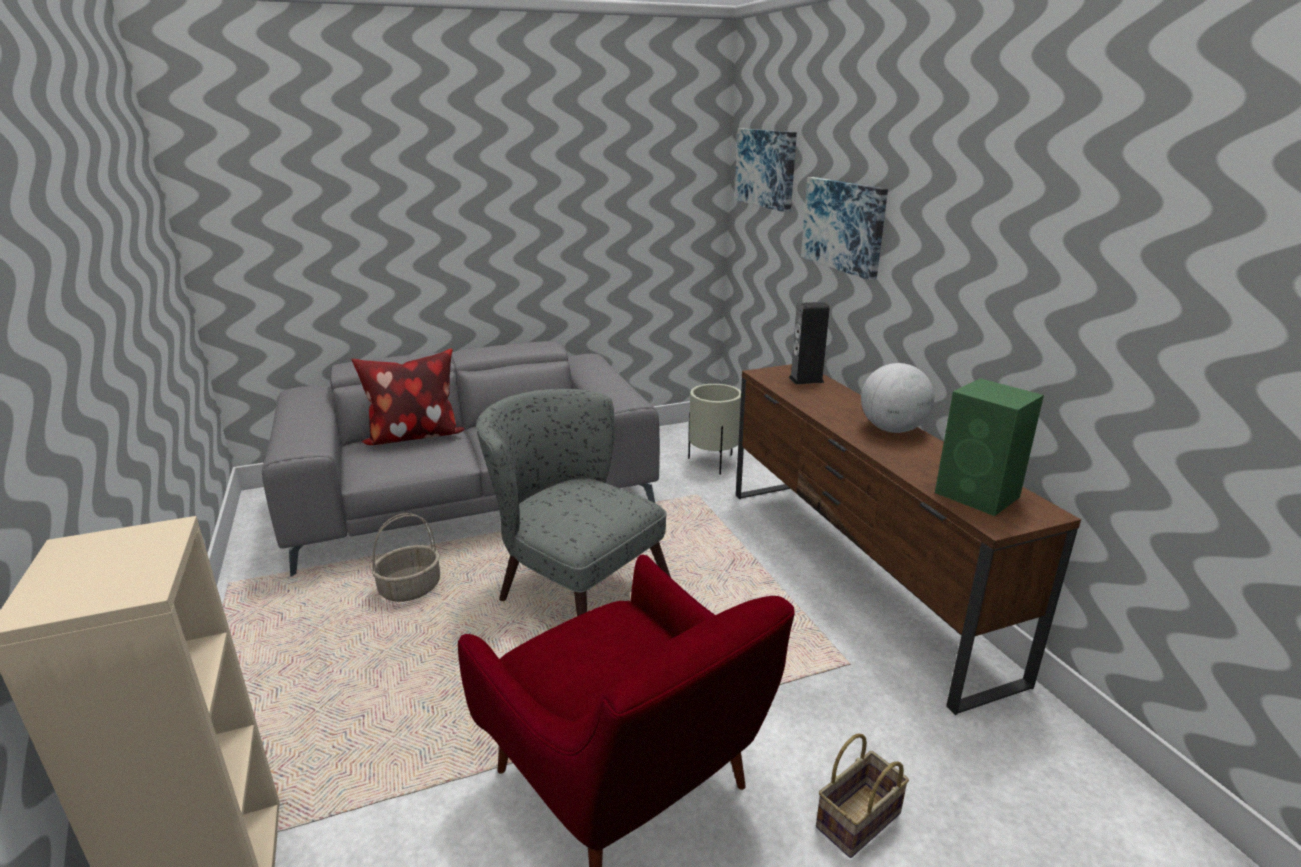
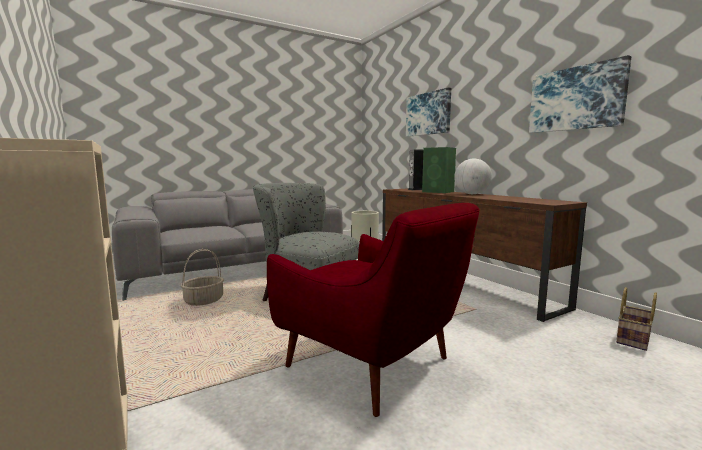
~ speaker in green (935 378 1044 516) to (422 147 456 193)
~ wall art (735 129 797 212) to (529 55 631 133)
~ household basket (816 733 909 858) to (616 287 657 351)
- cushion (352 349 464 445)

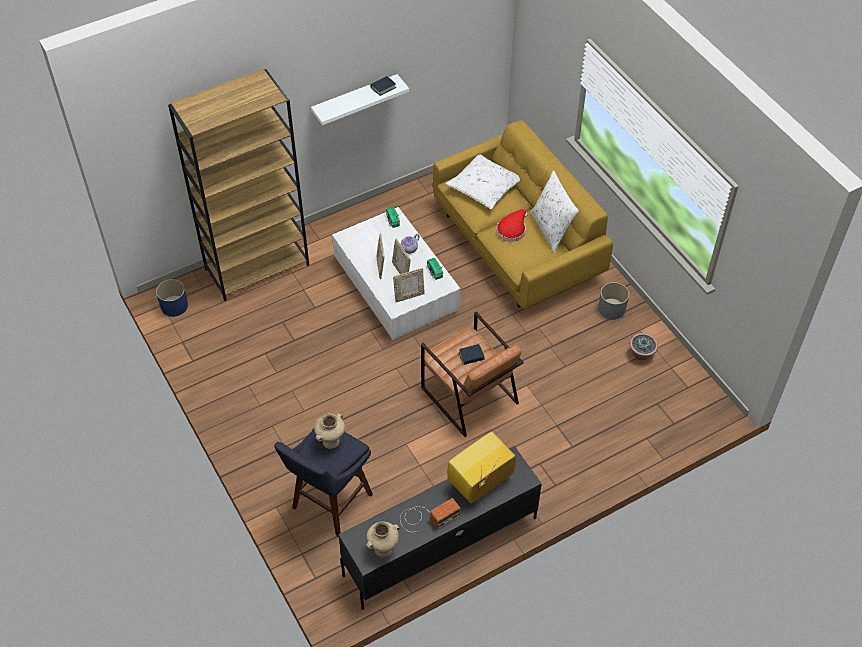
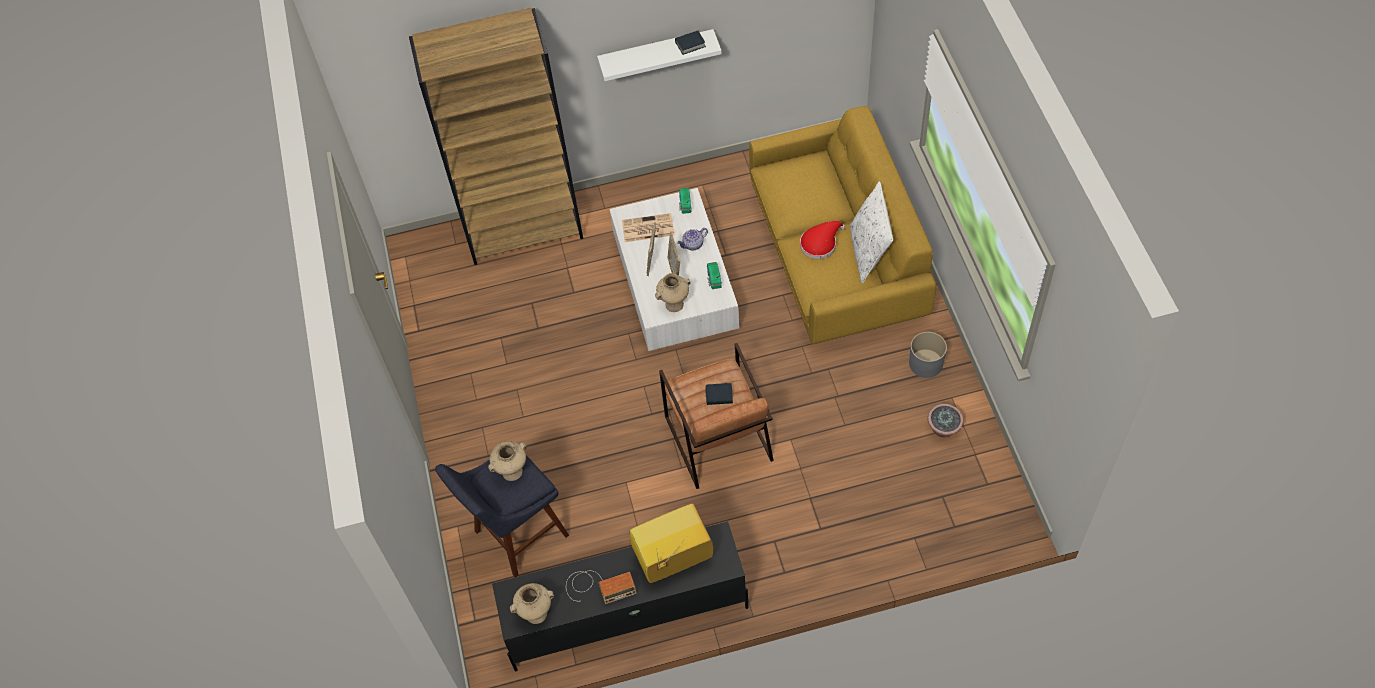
+ newspaper (622 213 675 242)
~ photo frame (393 268 425 302) to decorative vase in beige (655 273 691 312)
- plant pot in bluish (156 279 188 317)
- cushion in white (445 154 520 210)

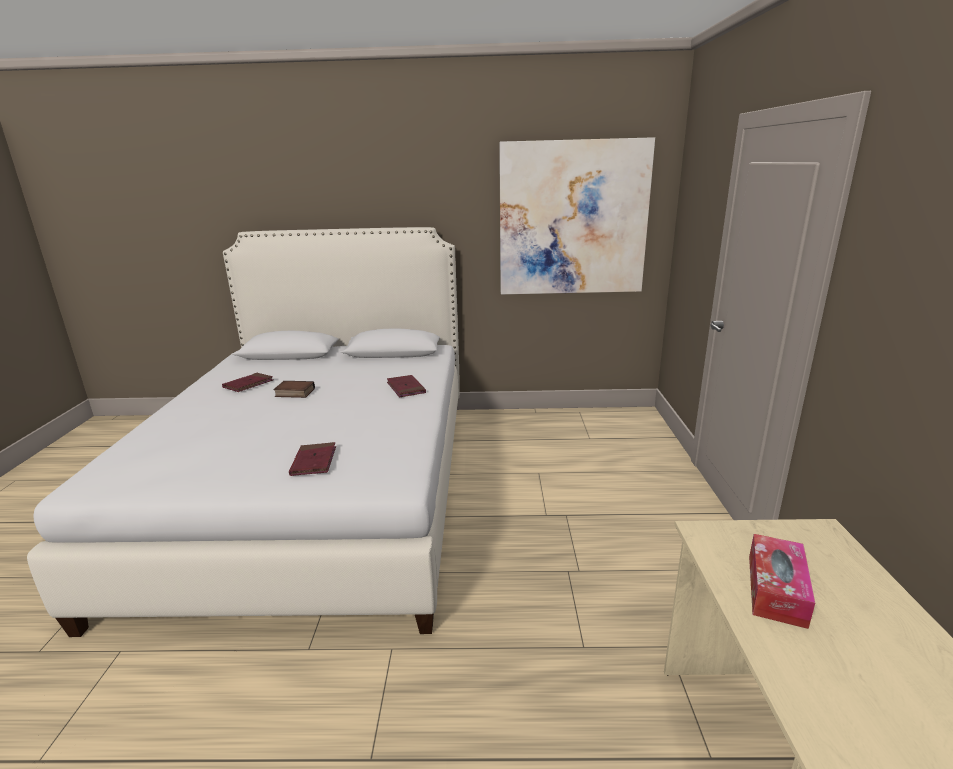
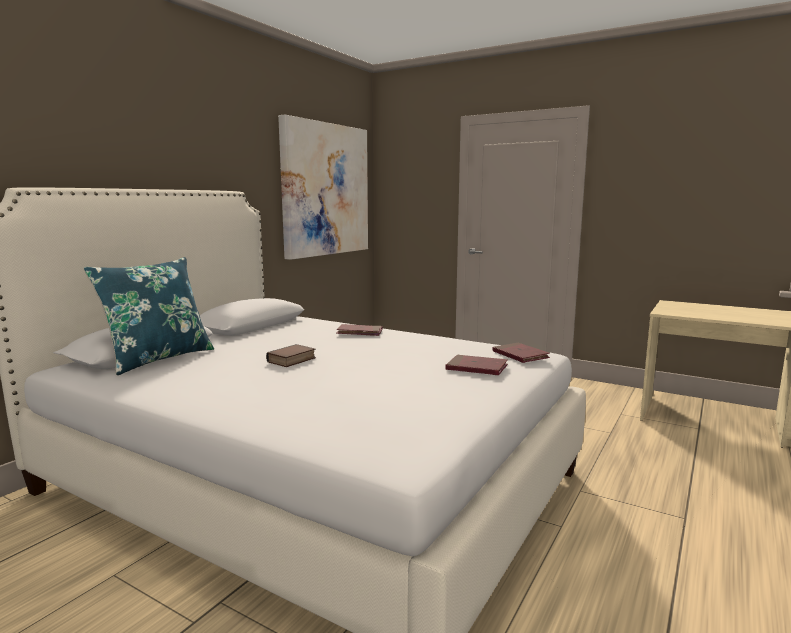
+ cushion in bluish (84 257 214 375)
~ volume in red (222 373 273 392) to (493 343 550 363)
- tissue box (749 534 815 629)

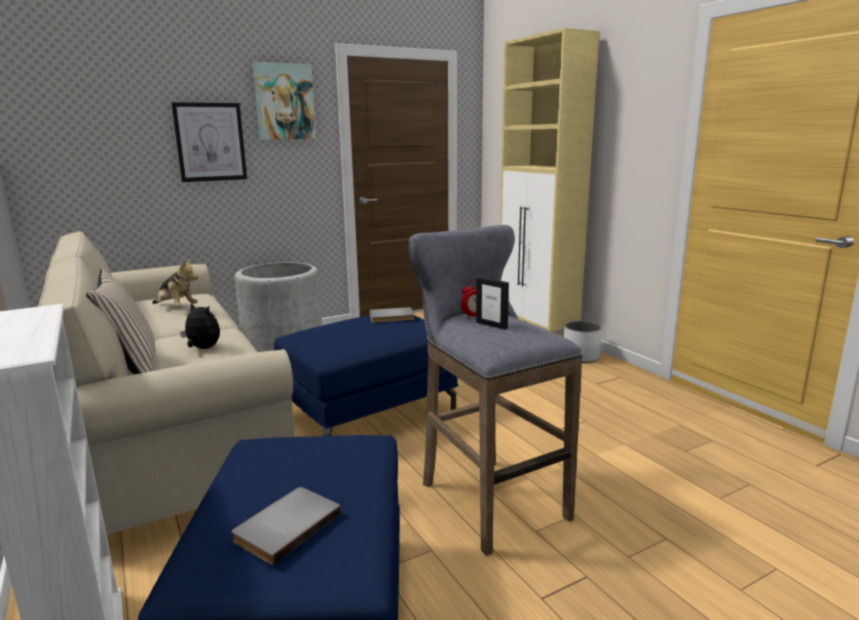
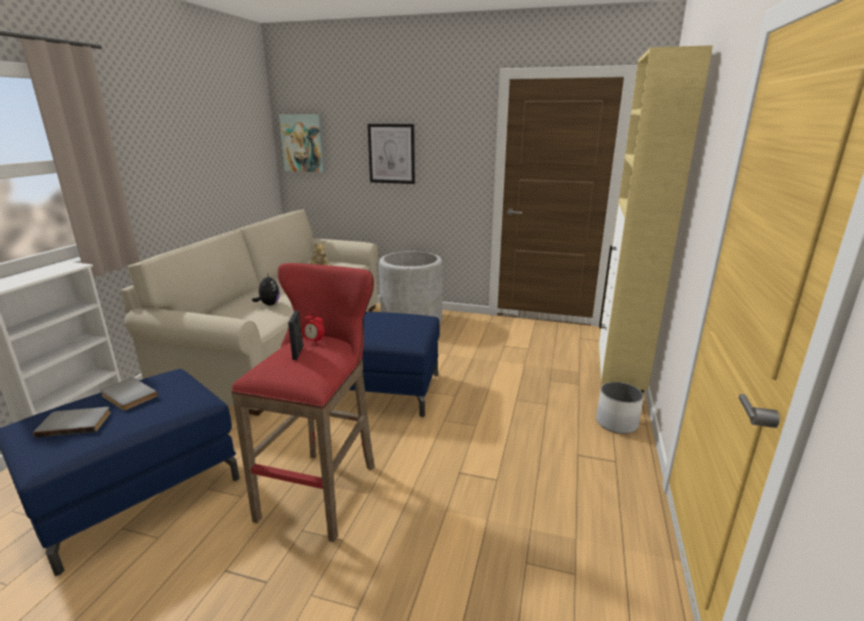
~ volume in gray (369 307 415 323) to (100 377 158 411)
~ stool seat in gray (408 225 583 556) to stool seat in red (231 263 375 542)
~ wall art (252 62 316 140) to (279 114 325 172)
- cushion in beige (86 268 156 374)

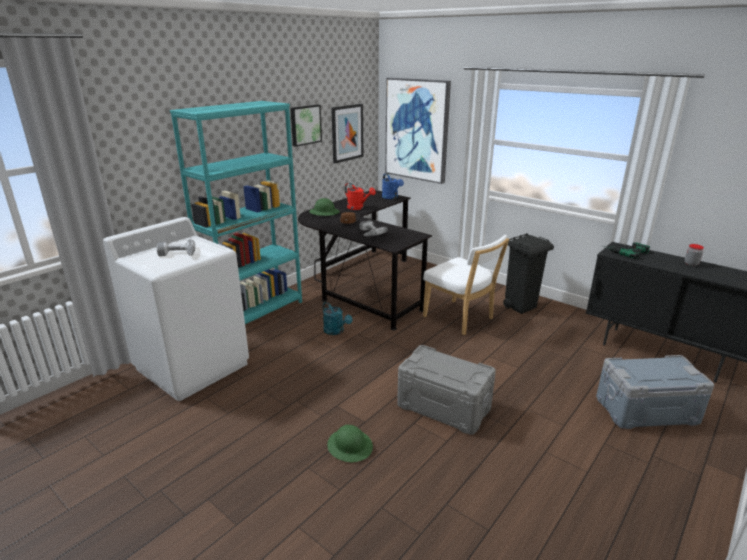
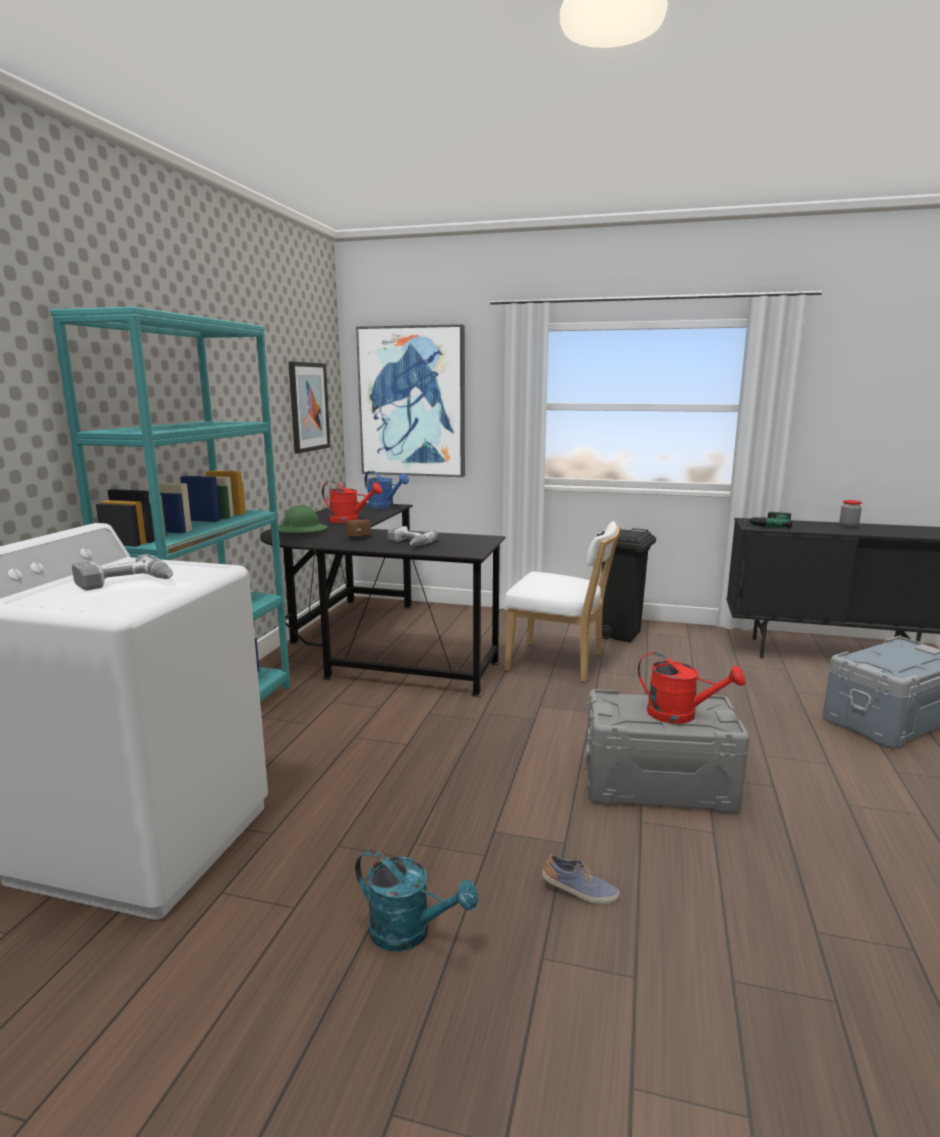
~ sprinkling can in blue-green (323 302 352 335) to (355 850 478 952)
~ hard hat in green (327 425 373 462) to shoe (542 854 620 905)
+ sprinkling can in red (638 652 745 724)
- wall art (290 105 322 147)

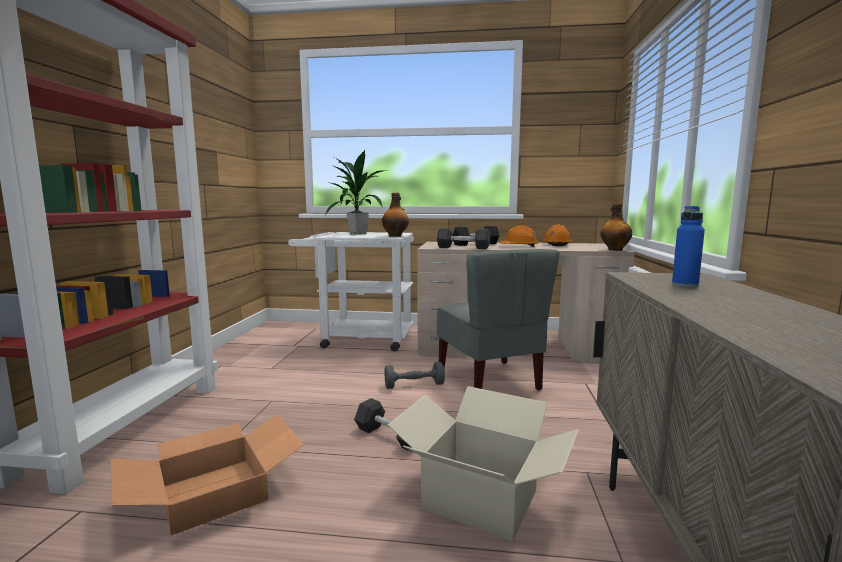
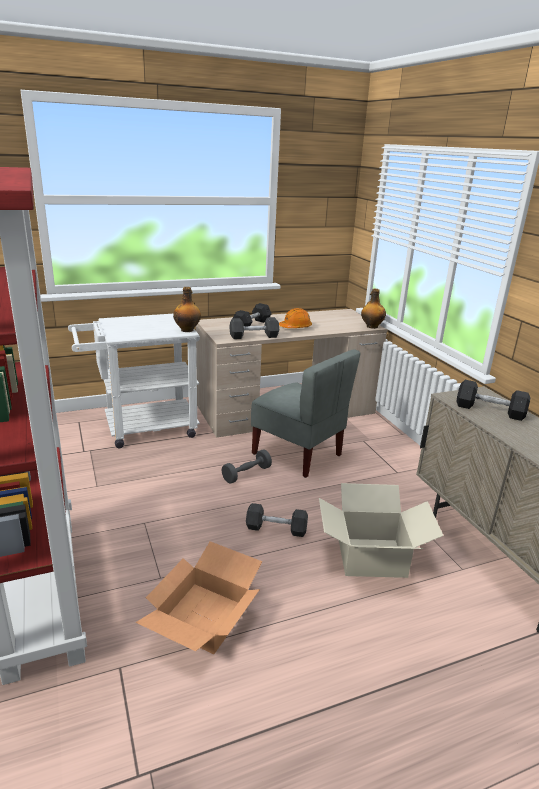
~ bottle in bluish (672 206 705 287) to dumbbell in blackish (456 380 530 421)
- plant in a pot (324 150 385 235)
- hard hat in orange (543 224 572 246)

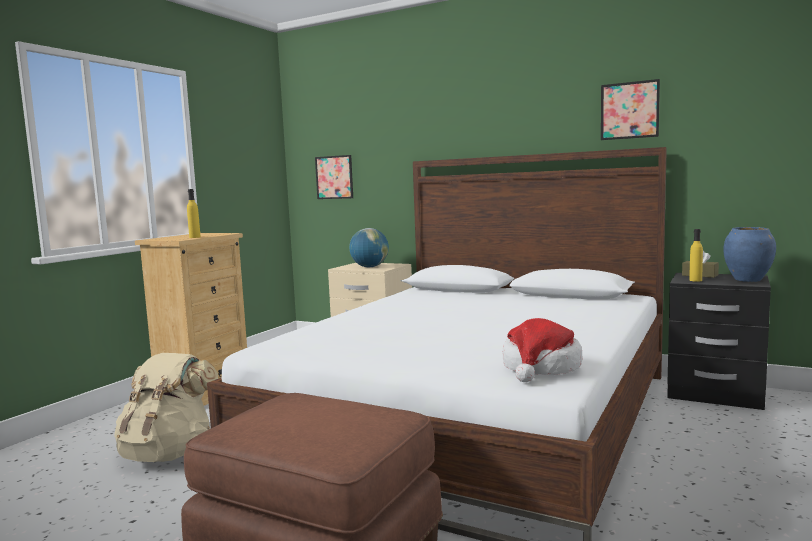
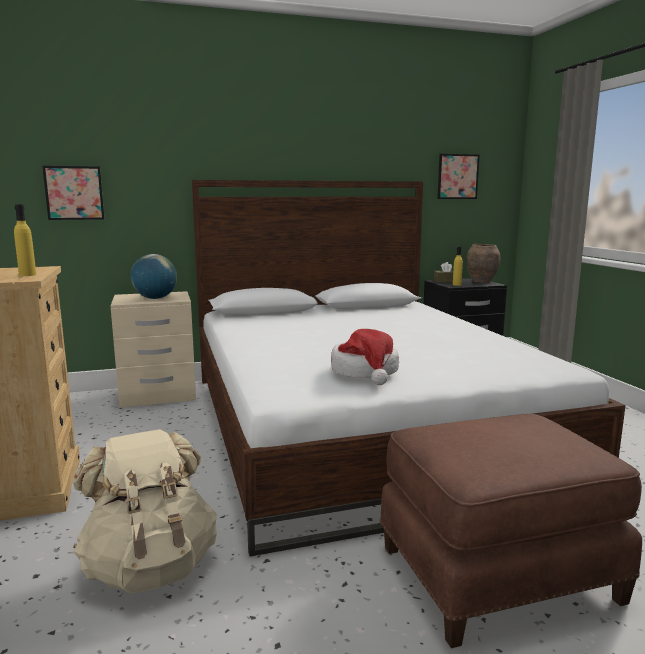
~ wearable hat (503 318 583 382) to (331 329 399 385)
~ wall art (601 79 660 140) to (437 154 480 199)
~ decorative vase in bluish (723 227 776 282) to decorative vase in brown-coloured (466 244 501 283)

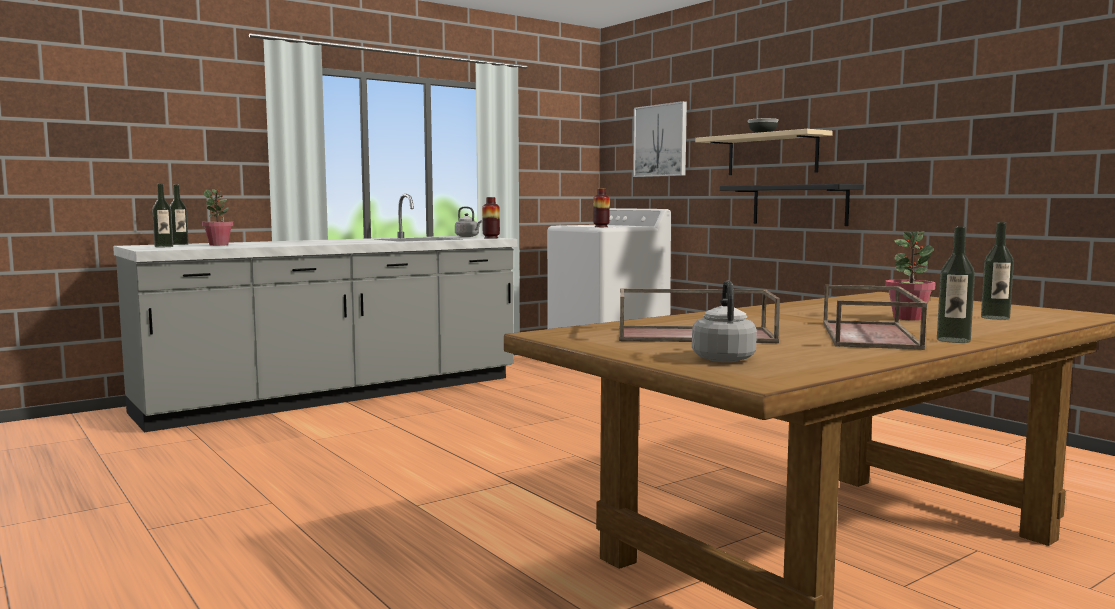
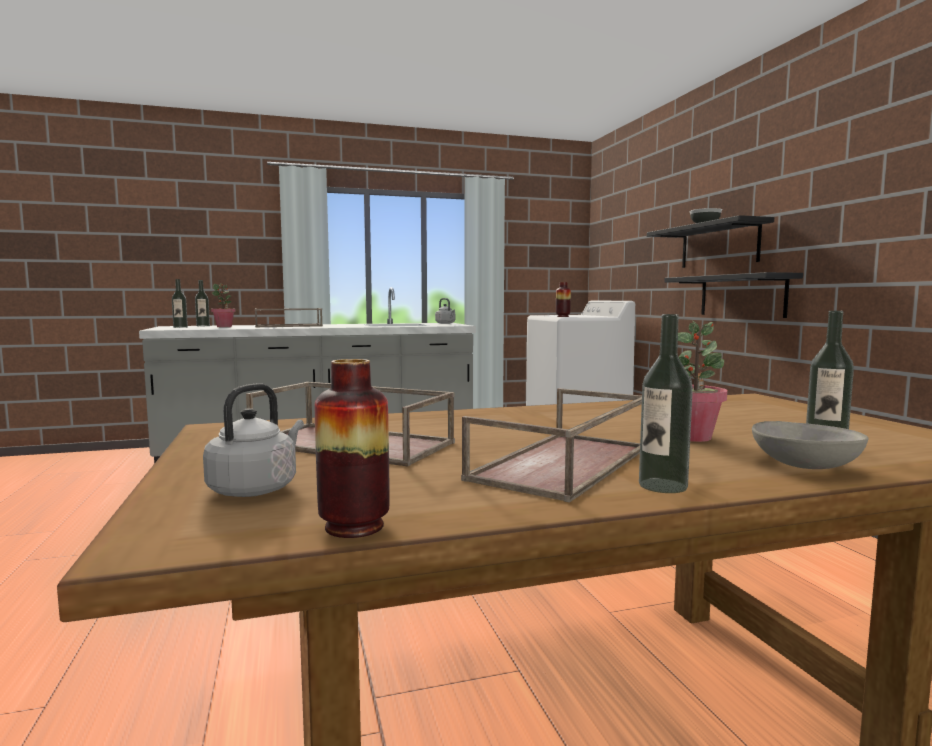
+ tray in brown-coloured (255 308 323 327)
~ decorative vase (482 197 500 239) to (315 359 390 538)
~ shelf in beige (695 129 833 175) to shelf in blackish (647 215 774 268)
+ serving bowl in gray (752 421 868 469)
- wall art (633 101 687 177)

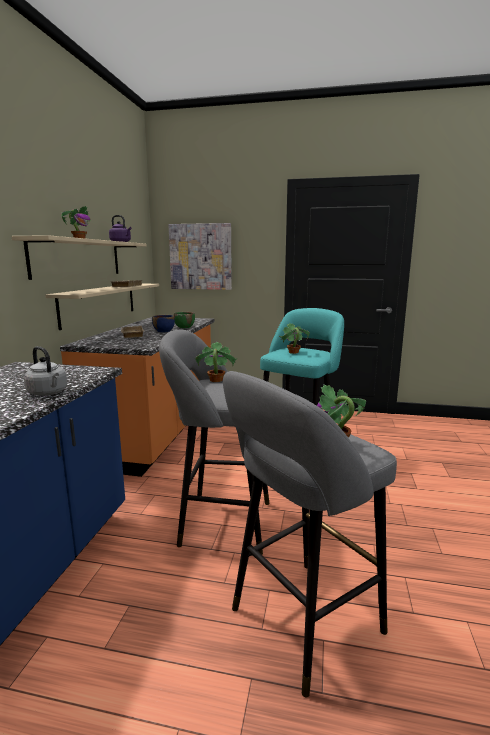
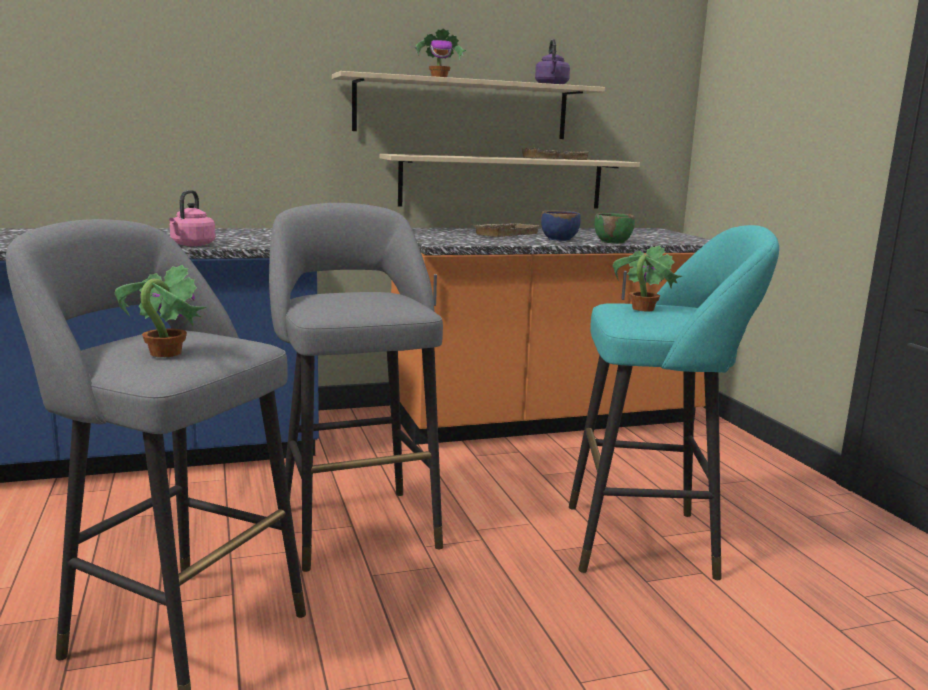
~ water kettle in gray (24 346 67 396) to water kettle in pink-coloured (169 190 216 246)
- wall art (168 223 232 290)
- plant in a pot (195 342 238 382)

